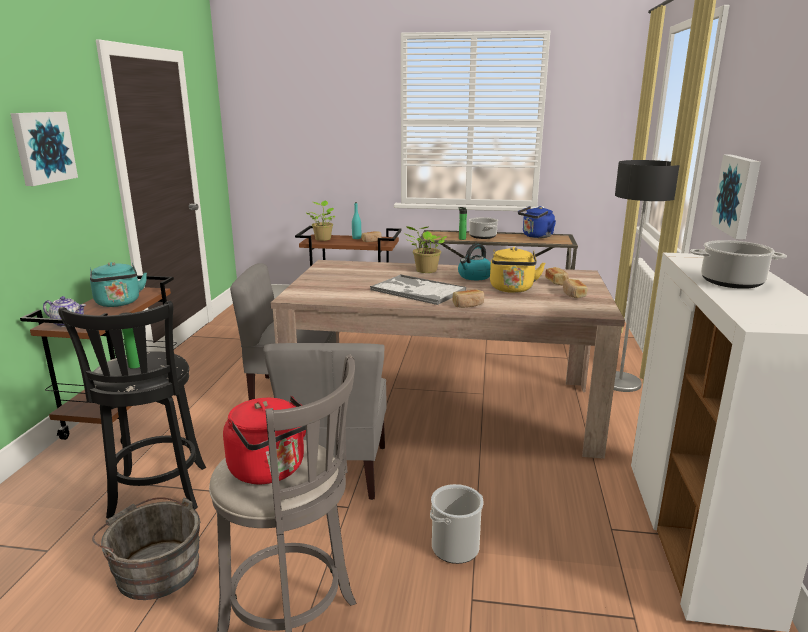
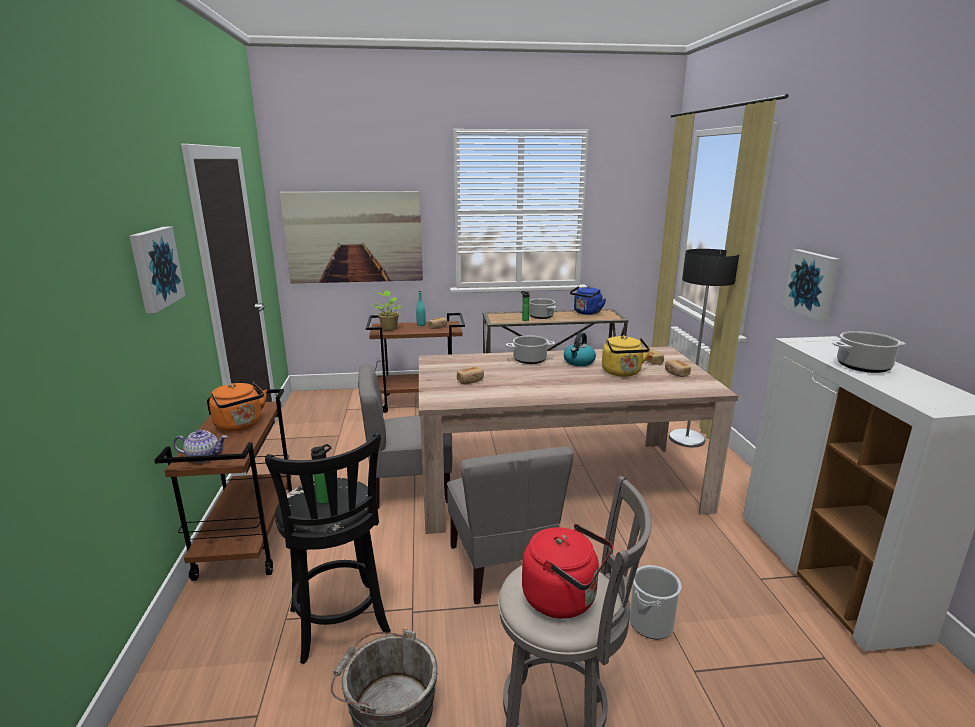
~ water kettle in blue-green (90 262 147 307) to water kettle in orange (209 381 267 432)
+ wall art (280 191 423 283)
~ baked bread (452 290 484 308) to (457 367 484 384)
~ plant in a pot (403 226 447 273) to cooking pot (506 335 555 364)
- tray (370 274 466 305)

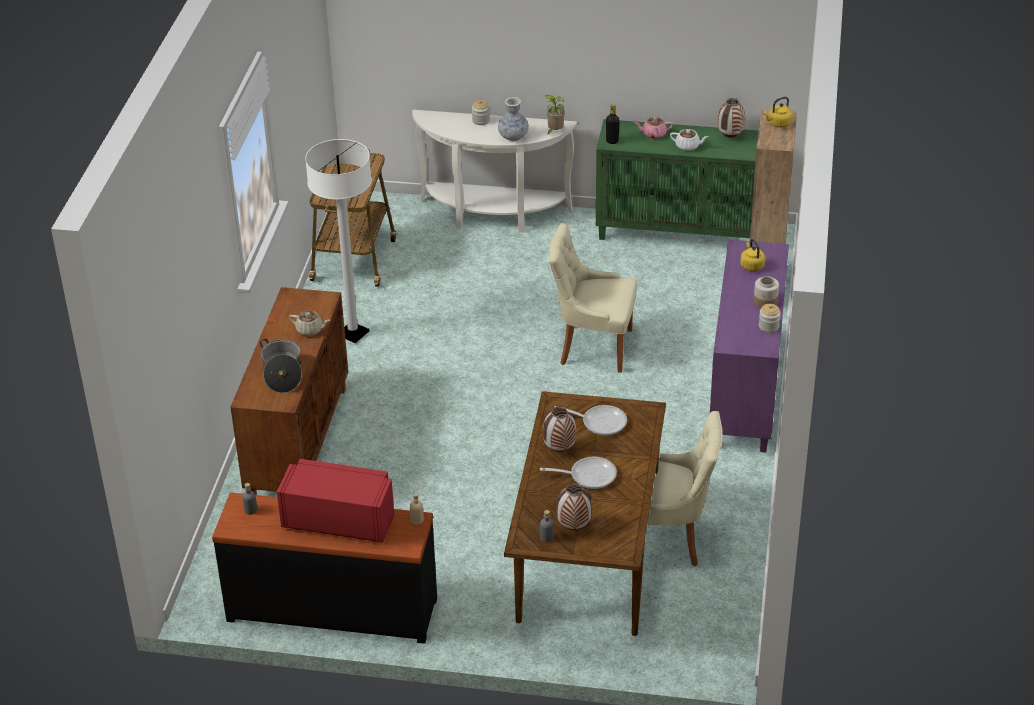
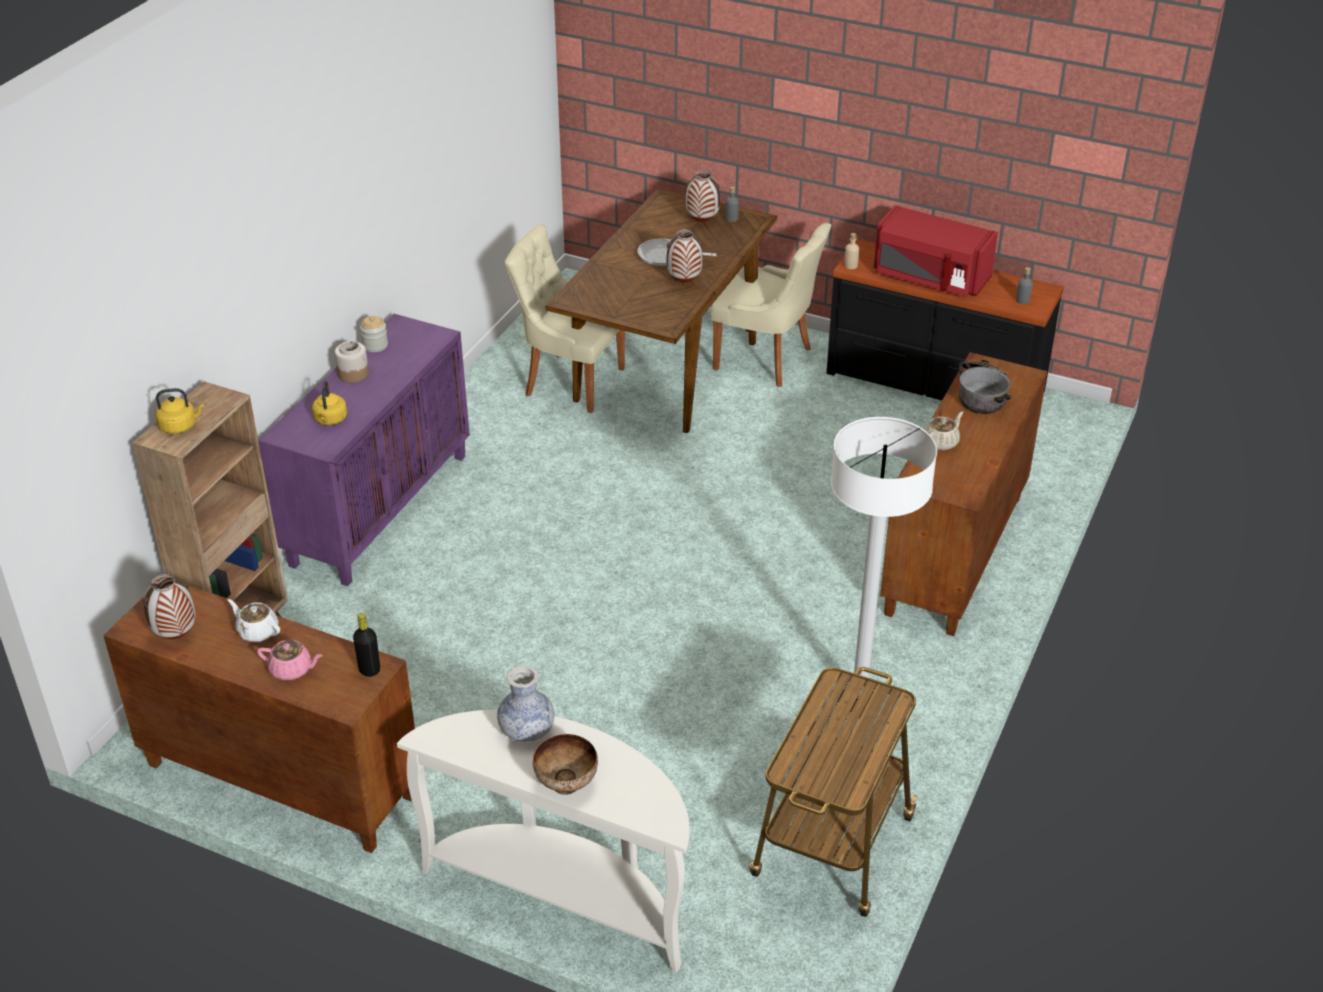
~ cabinet in green (596 119 759 240) to cabinet in brown-coloured (103 585 415 853)
~ preserve jar (472 100 490 125) to serving bowl (533 734 598 795)
~ chair in beige (549 223 637 373) to (711 223 831 387)
~ teapot in beige (289 311 330 336) = (924 412 964 451) 105 degrees clockwise
- plant in a pot (546 95 565 135)
- pan (554 405 627 436)

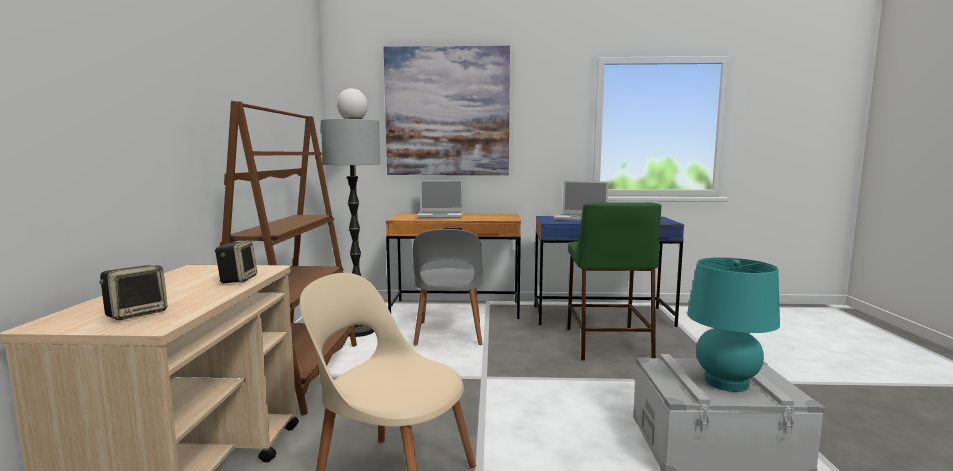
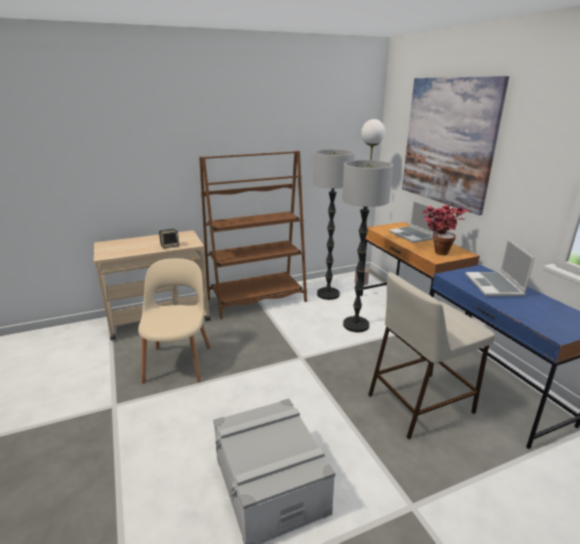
~ chair in gray (413 229 483 346) to standing lamp (342 160 393 332)
~ stool seat in green (567 202 661 361) to stool seat in beige (368 272 495 439)
+ plant in a pot (422 205 469 255)
- speaker (99 265 168 320)
- tabletop lamp in blue-green (687 257 780 392)

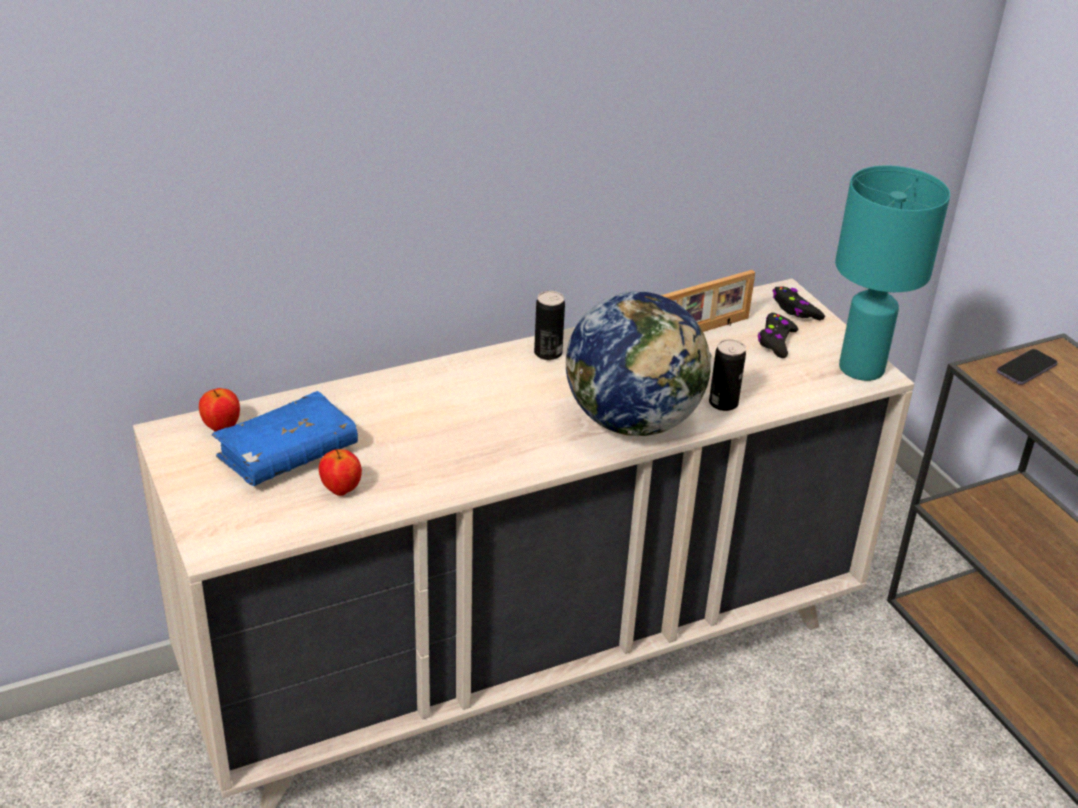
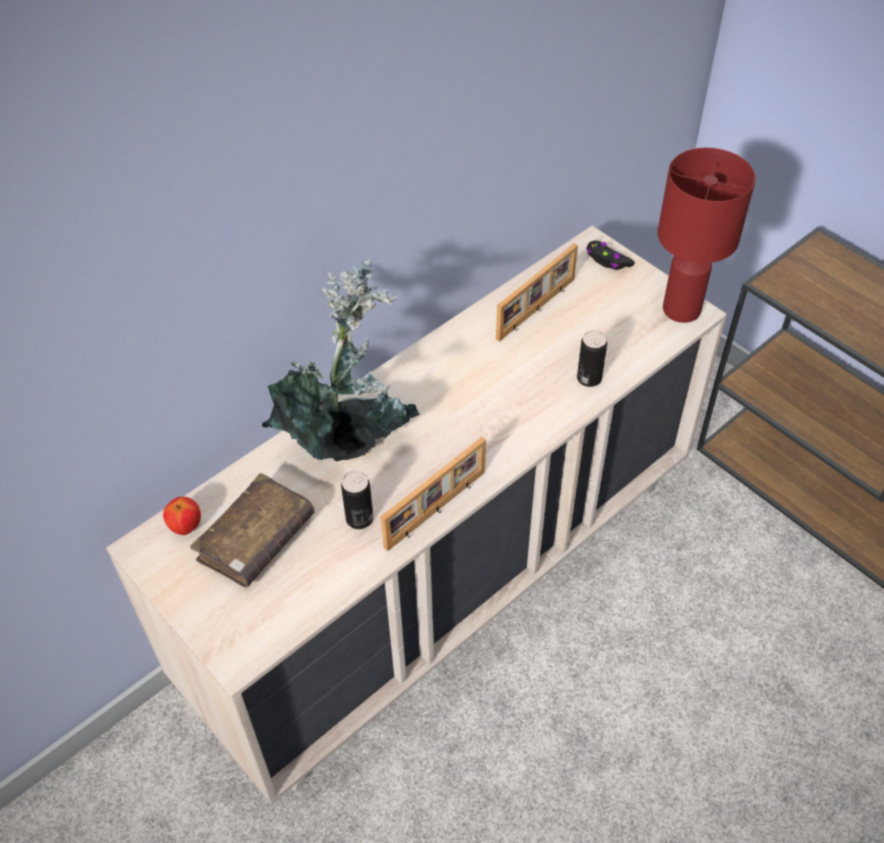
~ volume in bluish (212 391 358 486) to volume in brown-coloured (190 473 315 588)
+ plant in a pot (262 258 420 462)
~ sealed can (534 291 565 360) to (341 471 373 529)
+ photo frame (381 437 486 551)
~ tabletop lamp in blue-green (835 165 950 381) to tabletop lamp in red (657 148 755 323)
- apple (319 449 362 496)
- globe (566 292 712 436)
- gamepad in blackish (758 313 799 358)
- handset (997 349 1058 385)

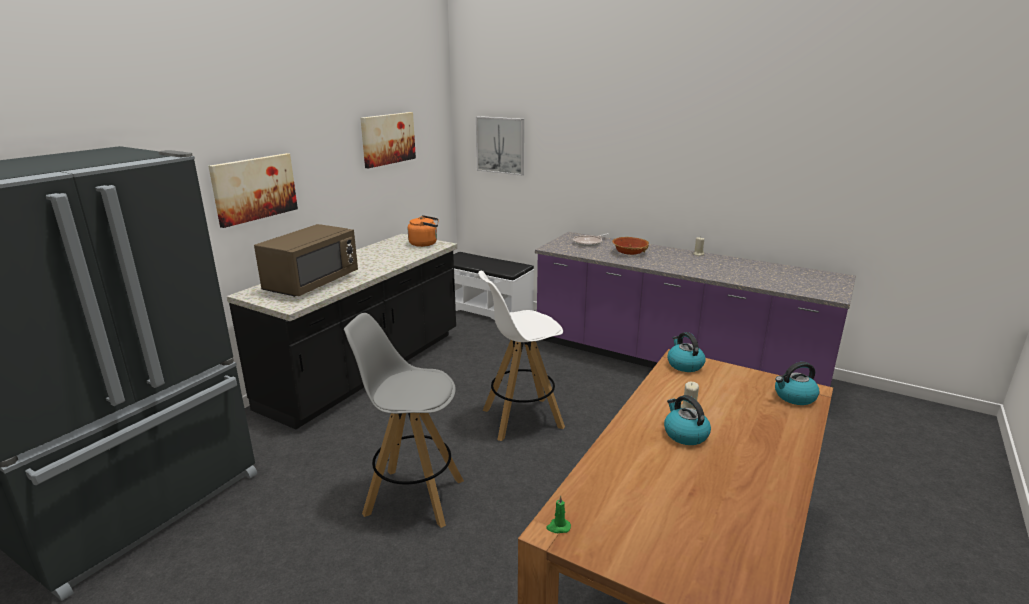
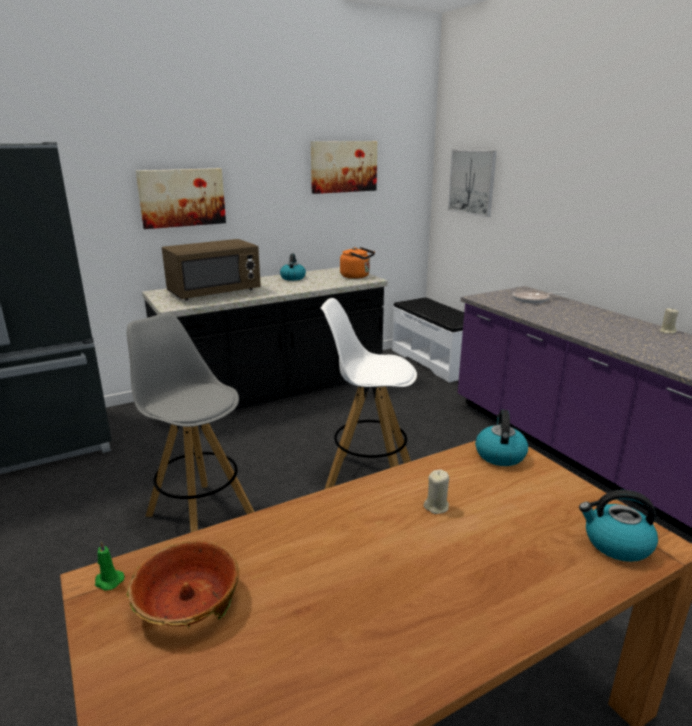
~ serving bowl (612 237 649 255) to (126 541 239 629)
~ water kettle (664 395 711 445) to (280 254 306 281)

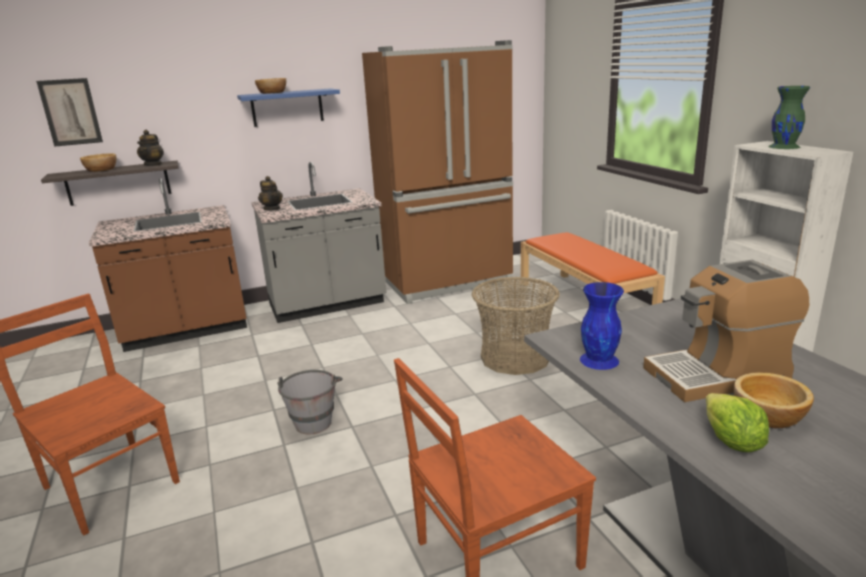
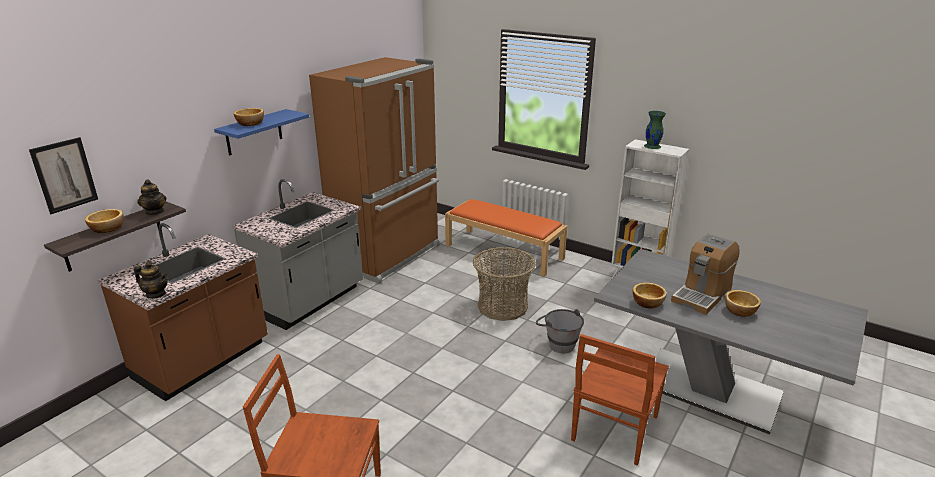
~ teapot (258 176 283 211) to (134 262 167 299)
~ water bucket in gray (277 370 343 434) to (536 309 584 353)
~ decorative vase in bluish (580 282 624 370) to serving bowl (633 282 667 309)
- lettuce (706 393 769 452)

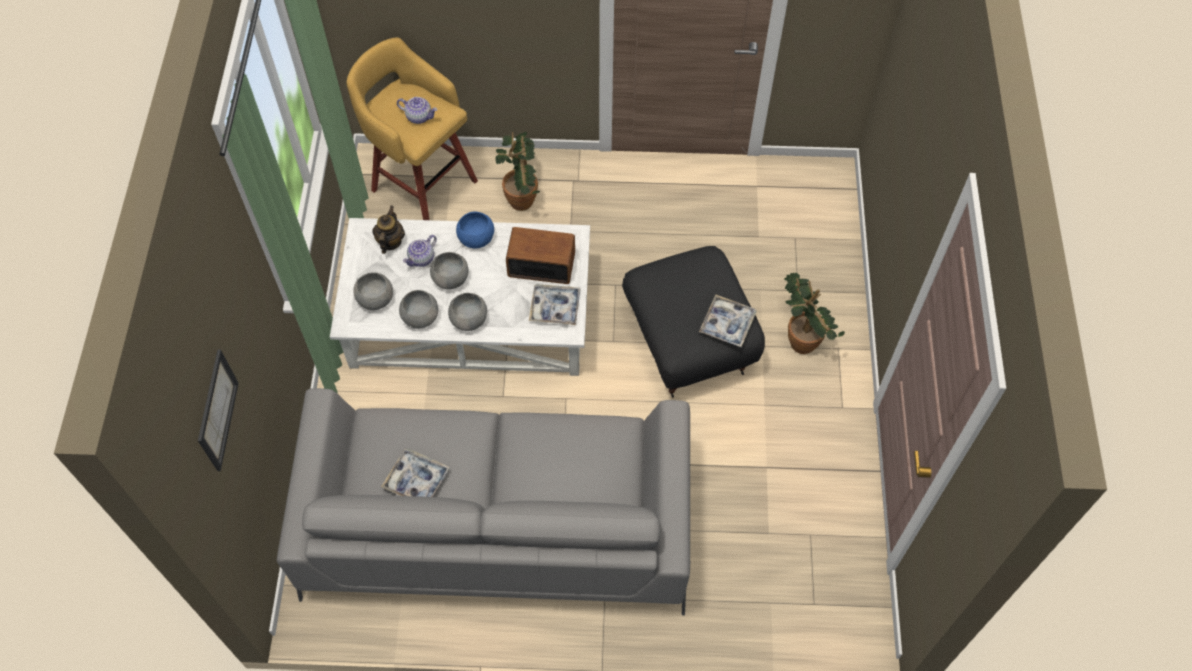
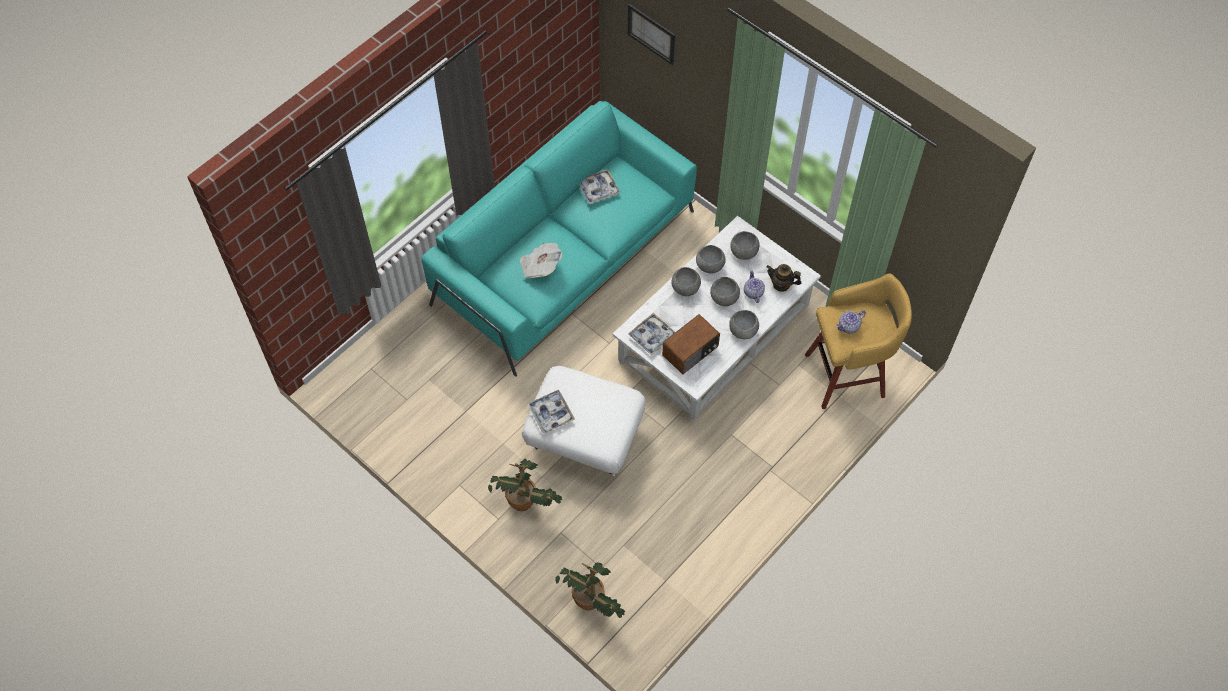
~ couch in gray (277 388 690 616) to couch in blue-green (421 101 697 377)
+ newspaper (520 243 562 278)
~ footrest in blackish (622 246 765 398) to footrest in white (522 366 646 476)
~ plant in a pot (496 132 540 211) to (555 563 625 618)
~ serving bowl in bluish (456 212 494 249) to serving bowl in gray (729 310 759 339)
~ teapot (372 206 405 254) = (766 264 801 292) 150 degrees clockwise

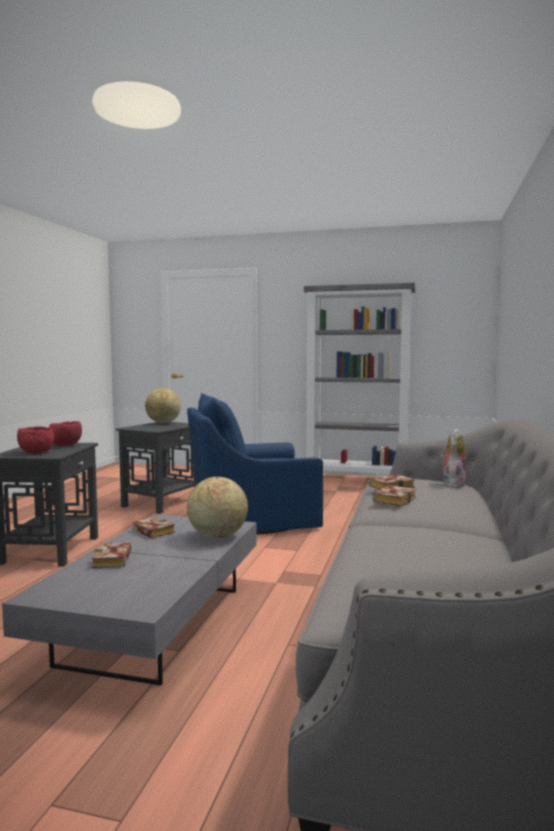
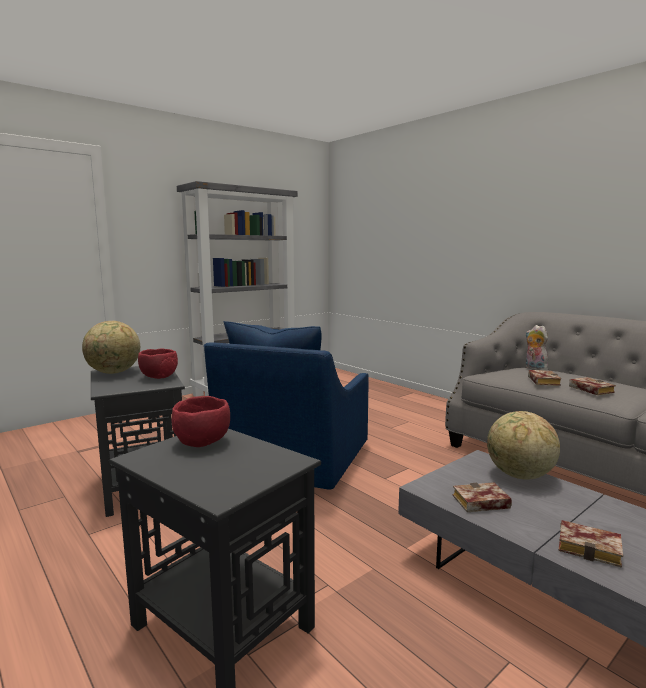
~ serving bowl in red (17 426 55 453) to (138 348 178 379)

